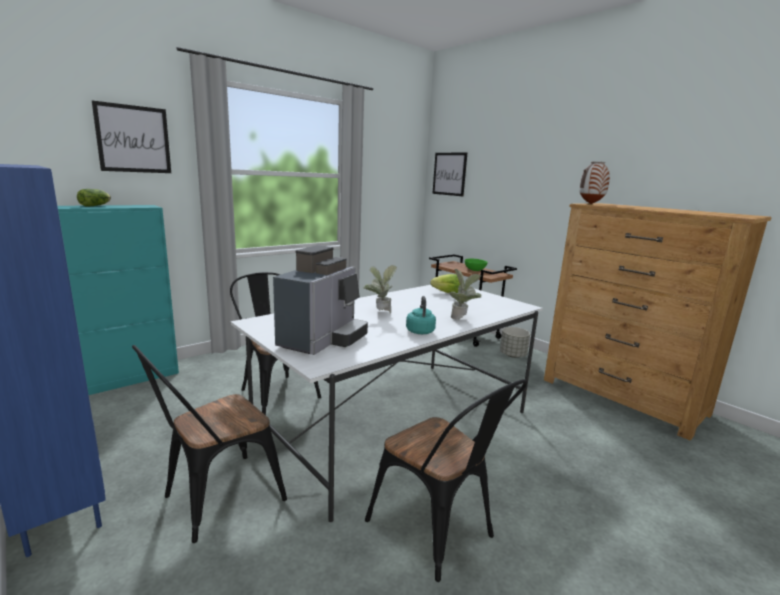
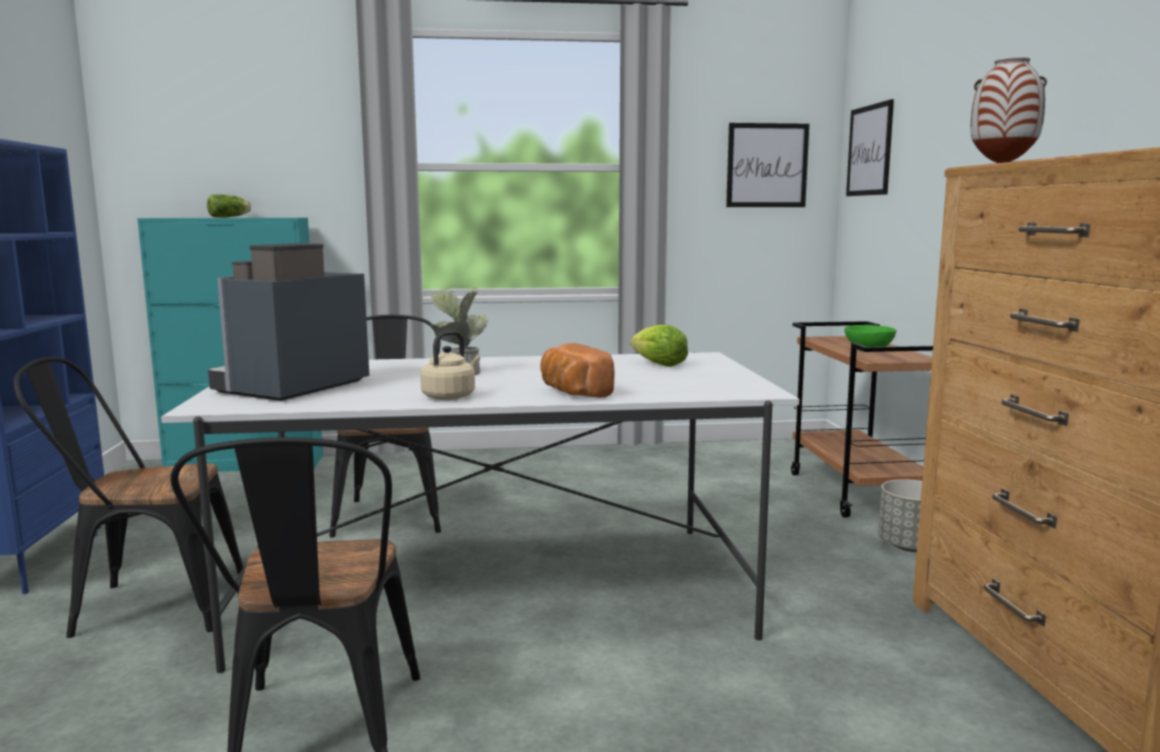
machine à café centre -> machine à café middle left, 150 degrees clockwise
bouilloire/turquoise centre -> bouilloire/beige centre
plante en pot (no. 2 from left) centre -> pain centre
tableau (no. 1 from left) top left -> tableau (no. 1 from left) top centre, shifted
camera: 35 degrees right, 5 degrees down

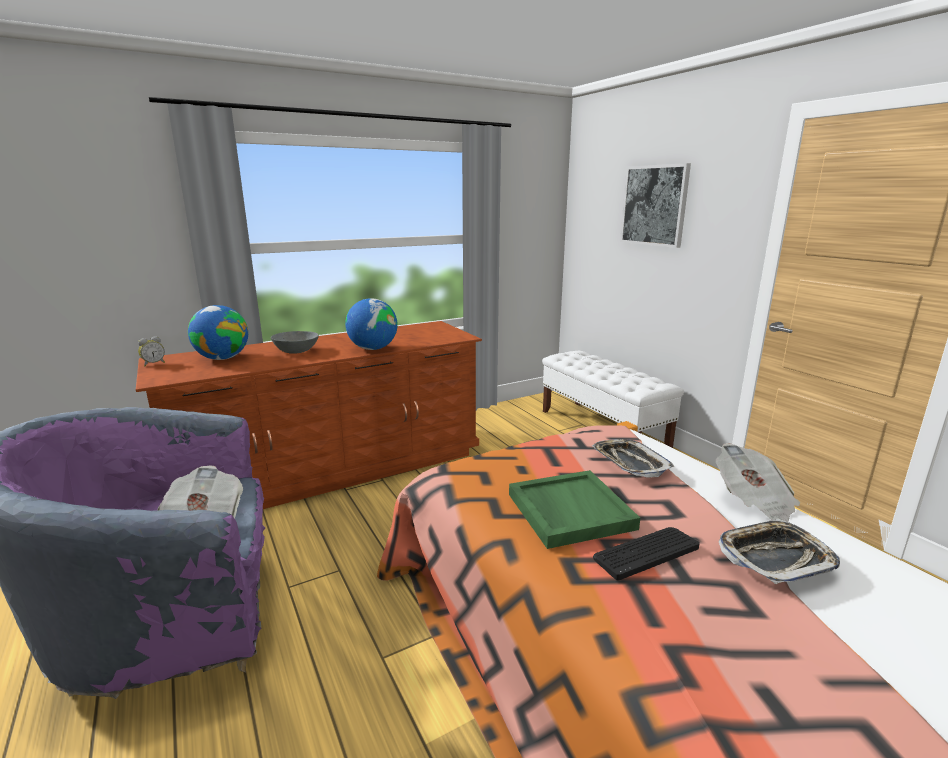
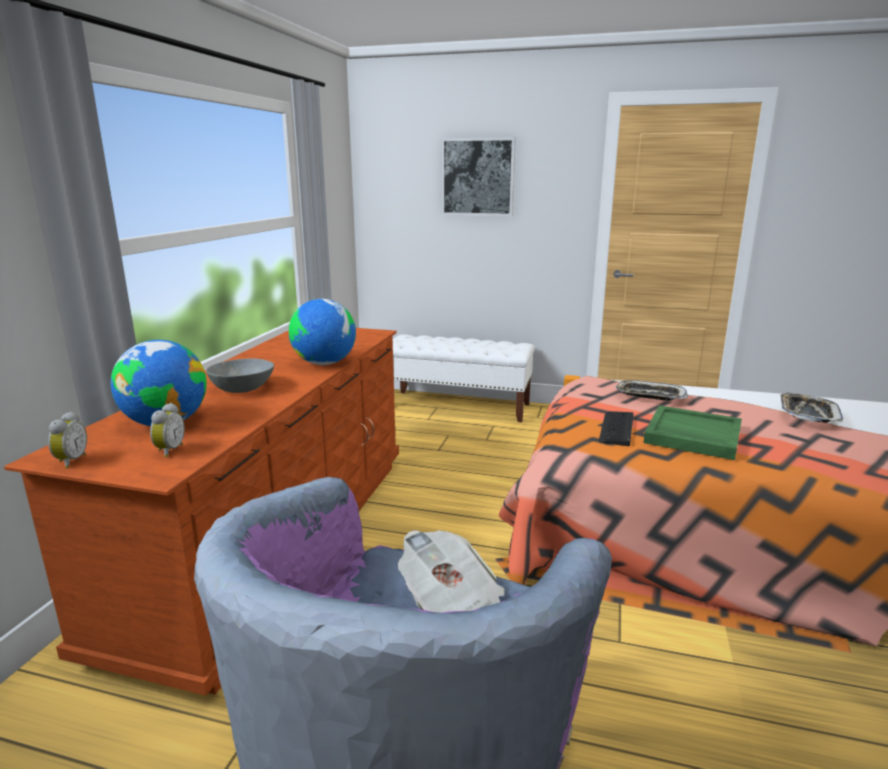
none -> réveil (no. 2 from left) middle left
clavier bottom right -> clavier middle right, shifted
journal (no. 2 from left) middle right -> none
camera: 45 degrees left, 0 degrees up

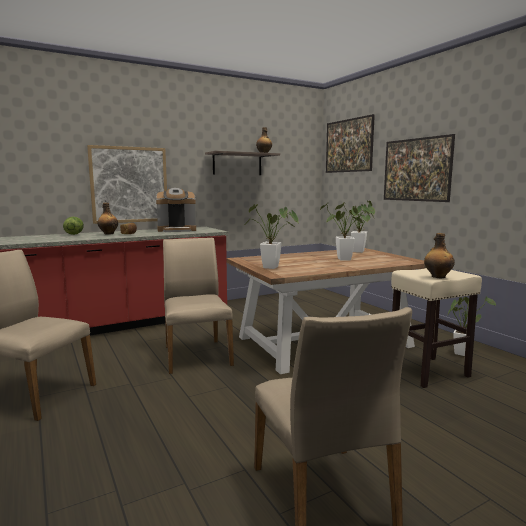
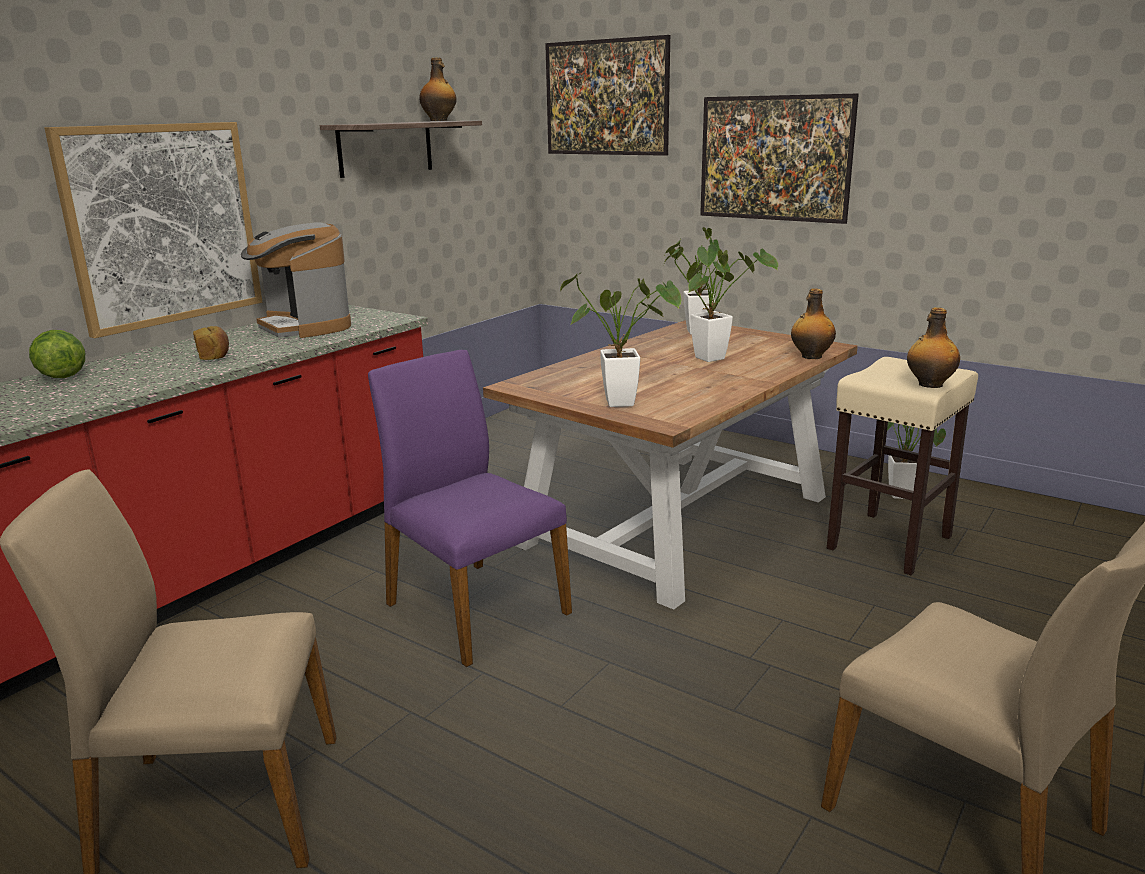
machine à café centre -> machine à café top left, 90 degrees clockwise
chaise/beige (no. 2 from left) centre -> chaise/violet centre
bouteille (no. 1 from left in the first image) middle left -> bouteille (no. 2 from left) middle right, shifted
camera: 25 degrees left, 10 degrees up

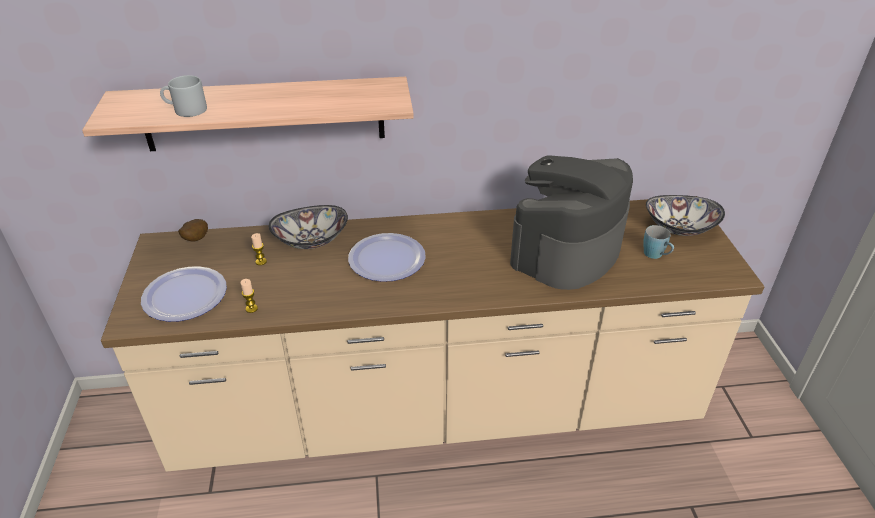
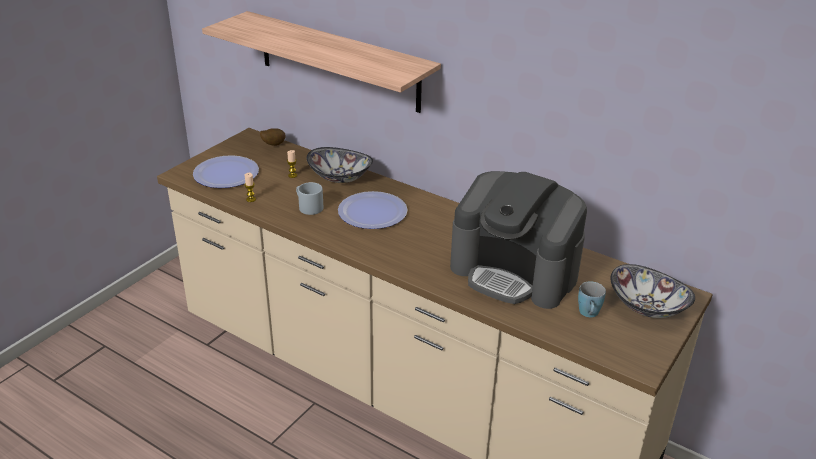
mug/gris top left -> mug/gris centre, shifted
machine à café centre, 135 degrees counterclockwise
camera: 40 degrees right, 5 degrees down

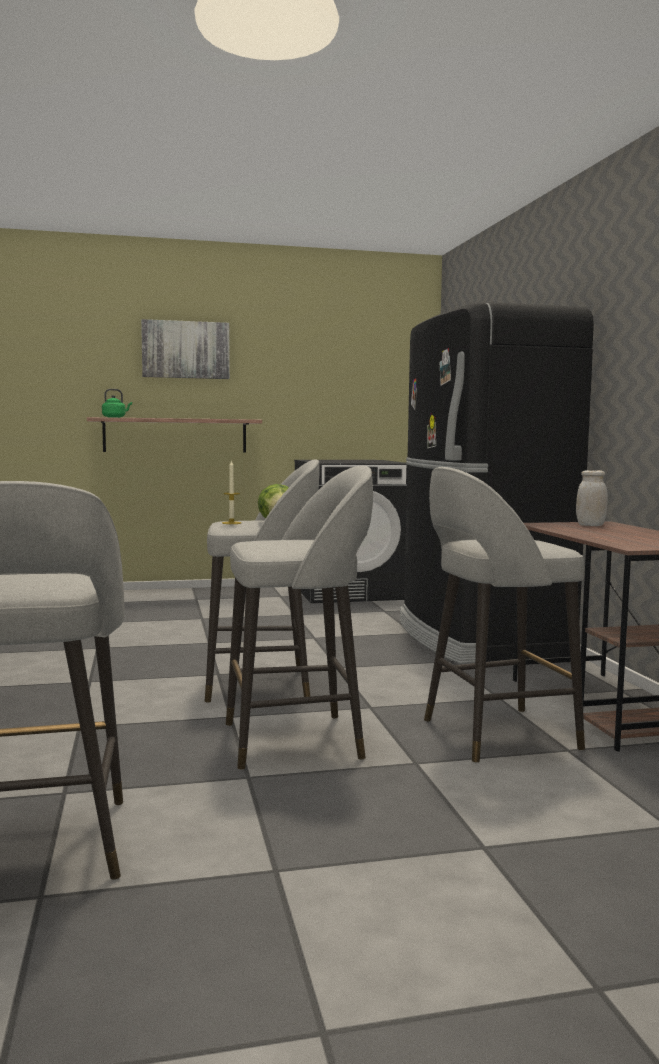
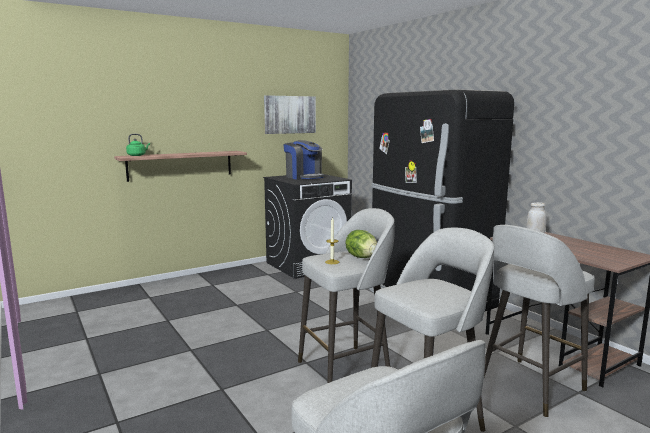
tableau top left -> tableau top centre, shifted
none -> machine à café centre
camera: 20 degrees left, 5 degrees up

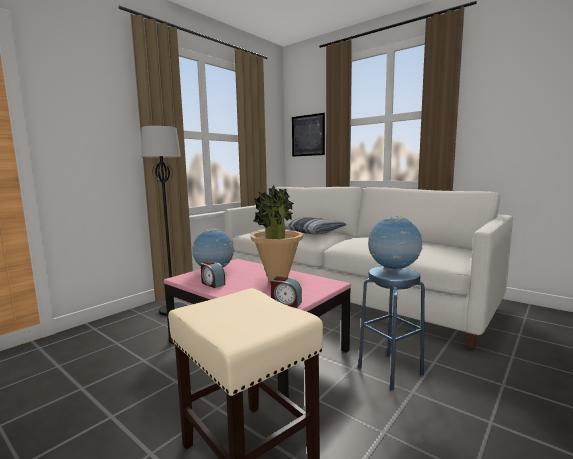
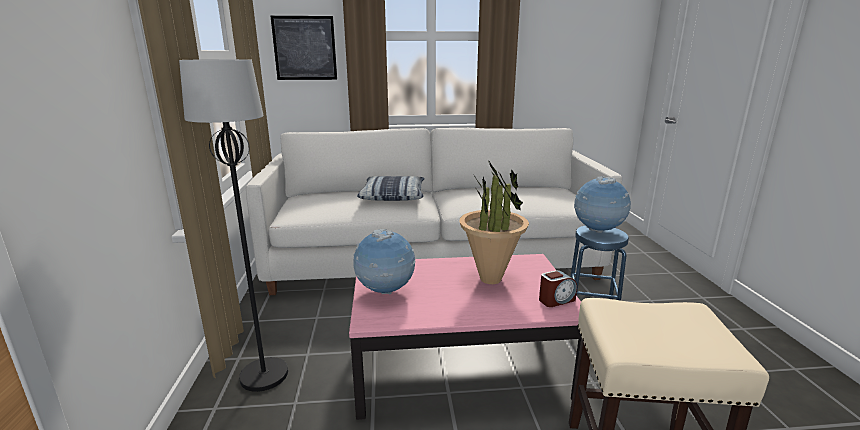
réveil (no. 1 from left) centre -> none
camera: 45 degrees left, 10 degrees up

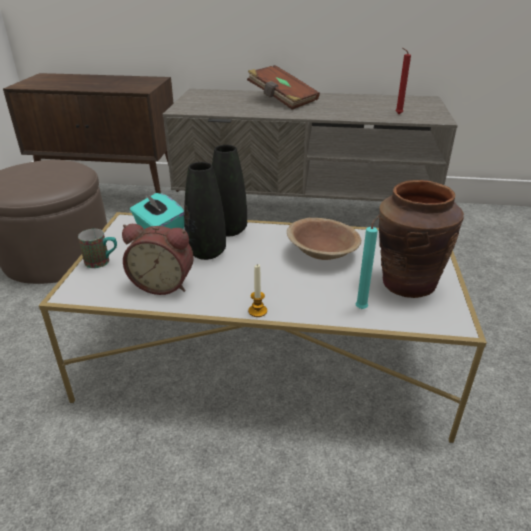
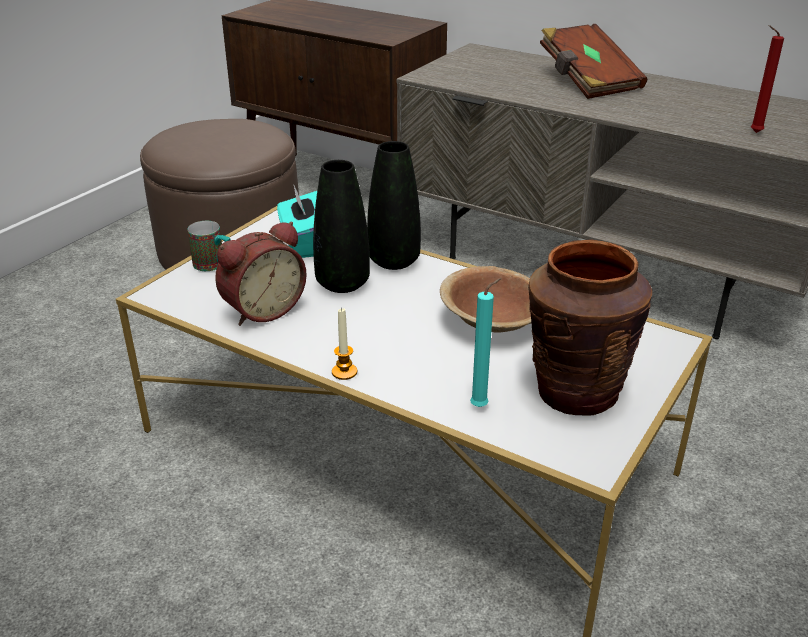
réveil middle left, 75 degrees counterclockwise
camera: 25 degrees right, 0 degrees up

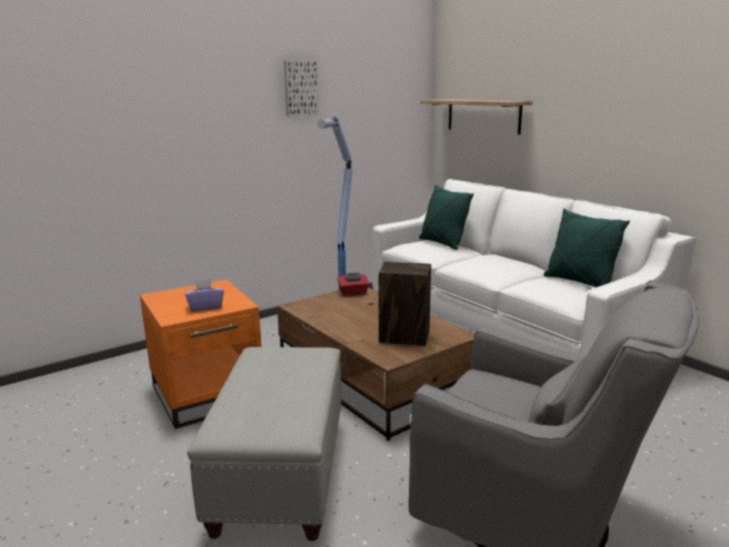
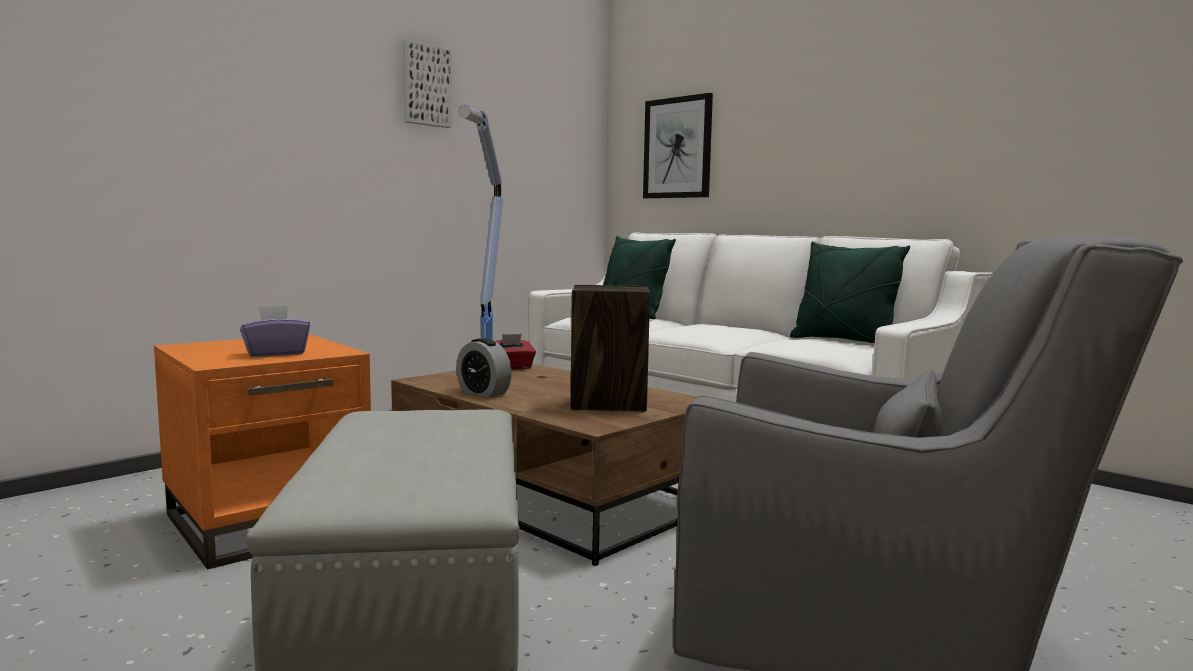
none -> réveil centre
étagère top centre -> tableau (no. 2 from left) top centre
camera: 10 degrees left, 10 degrees down

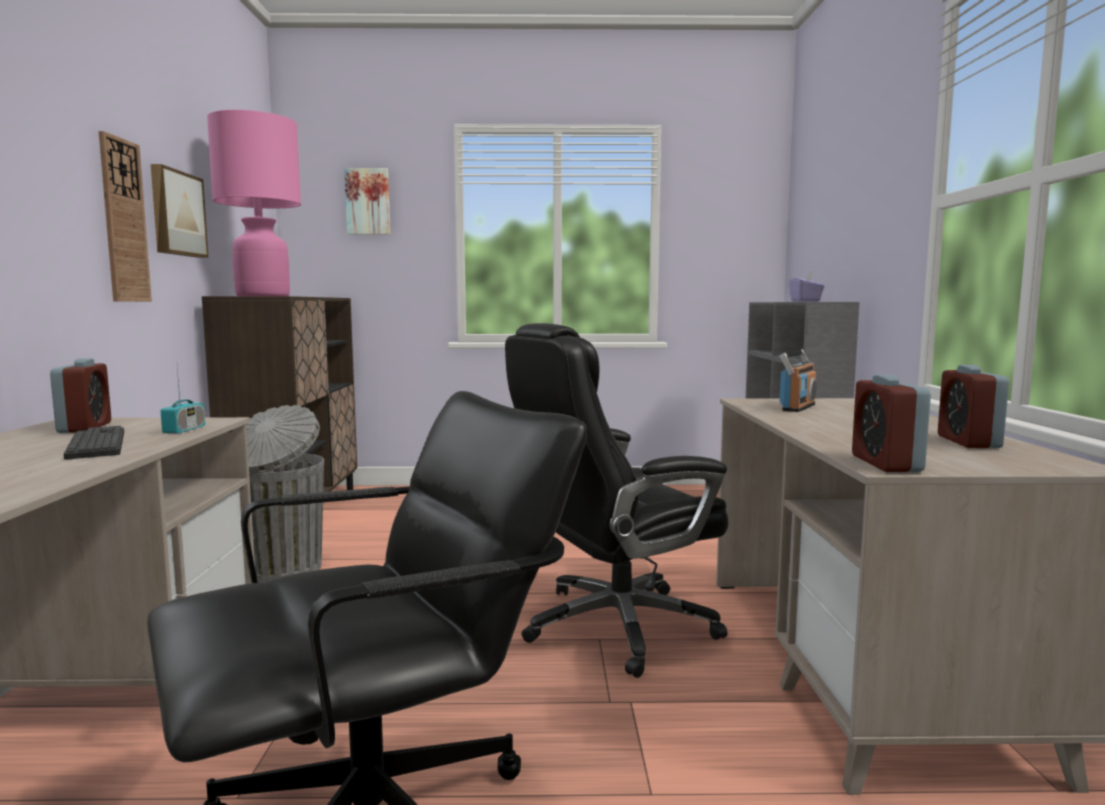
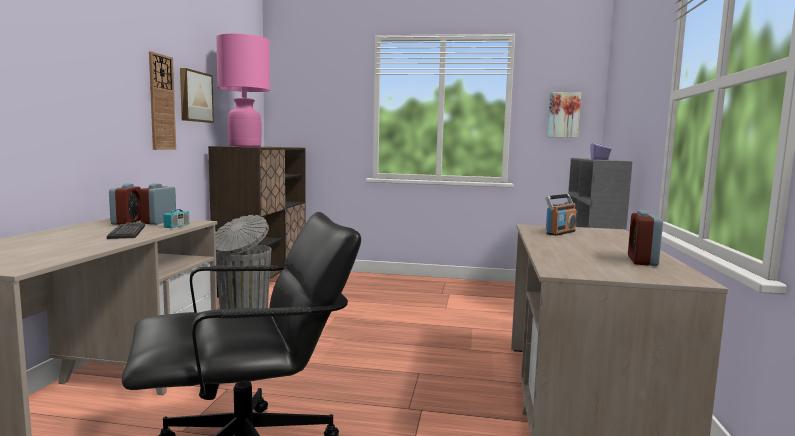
réveil (no. 2 from left) middle right -> réveil (no. 2 from left) middle left, shifted
tableau (no. 2 from left) top left -> tableau (no. 2 from left) top right, shifted
chaise de bureau/noir (no. 2 from left) centre -> none
camera: 10 degrees right, 0 degrees up

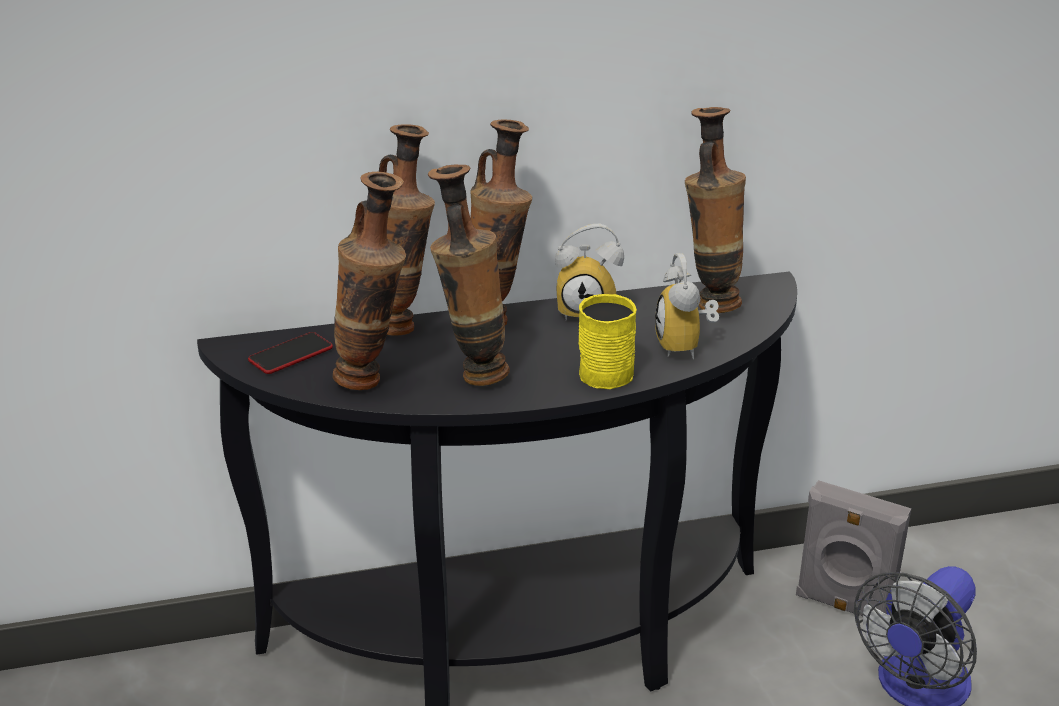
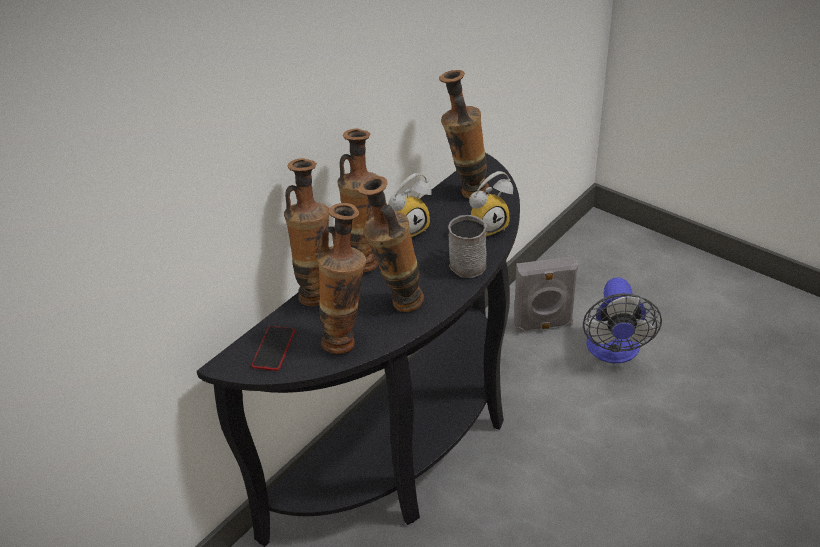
mug/jaune centre -> mug/gris centre
réveil (no. 2 from left) centre, 75 degrees counterclockwise
camera: 35 degrees left, 10 degrees up

